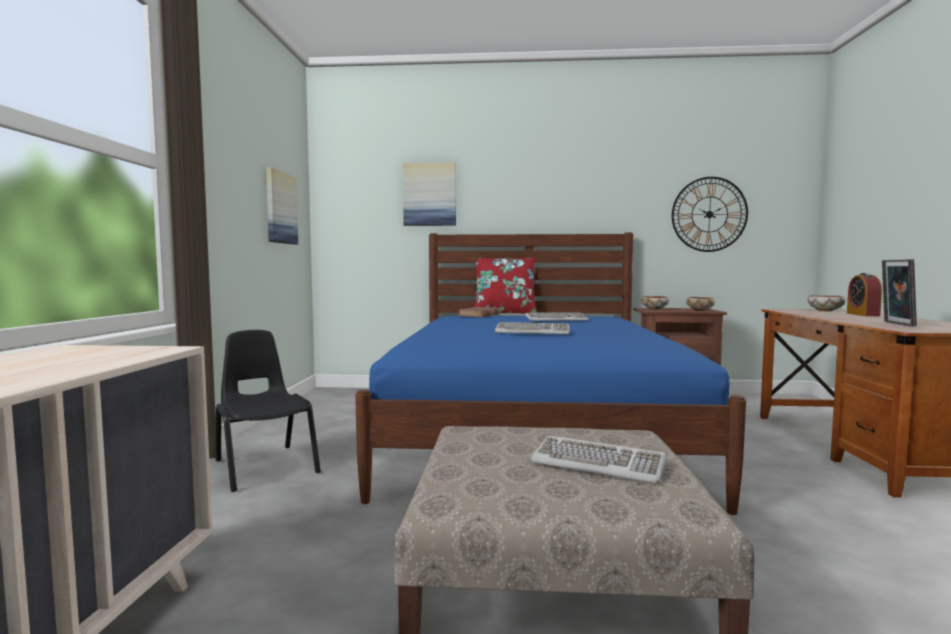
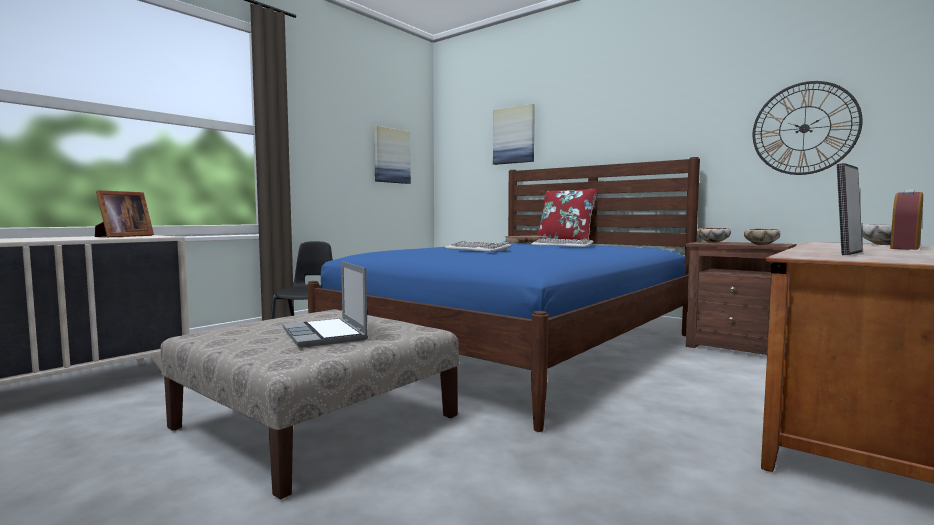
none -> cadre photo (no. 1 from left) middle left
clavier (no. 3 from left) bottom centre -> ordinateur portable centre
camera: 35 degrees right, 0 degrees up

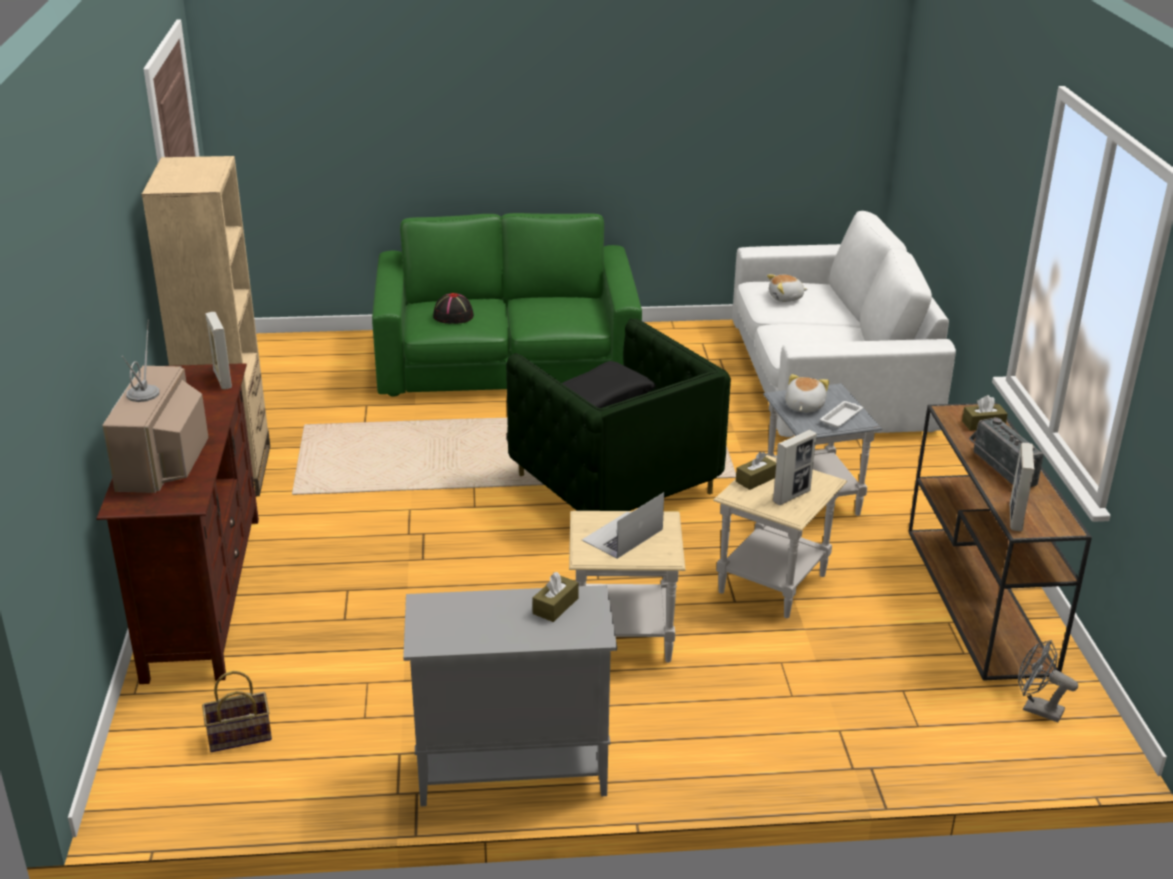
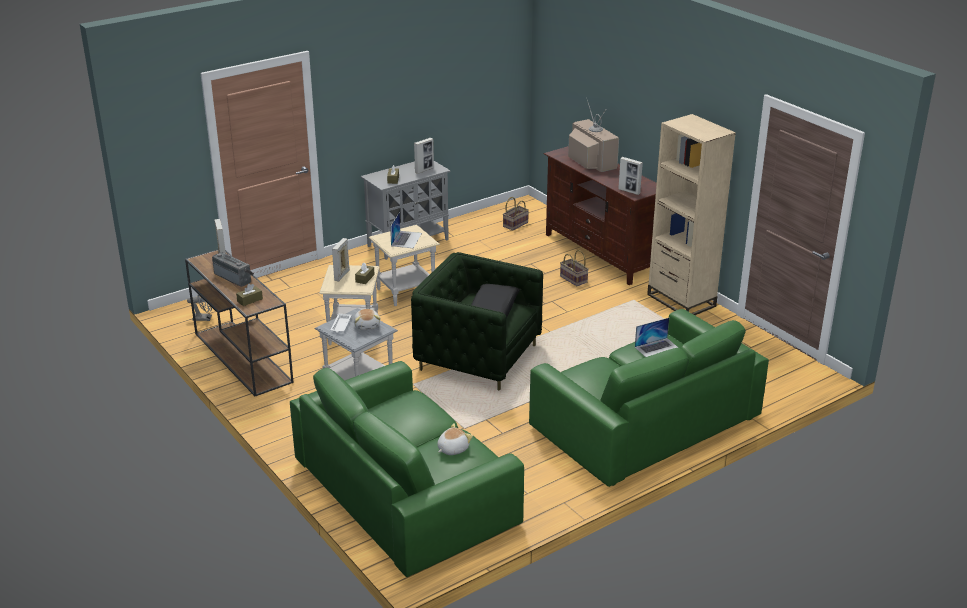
canapé/blanc middle right -> canapé/vert (no. 1 from left) bottom centre
none -> cadre photo (no. 3 from left) top centre
none -> panier (no. 2 from left) centre
chapeau/noir centre -> ordinateur portable (no. 2 from left) middle right
camera: 150 degrees right, 0 degrees up

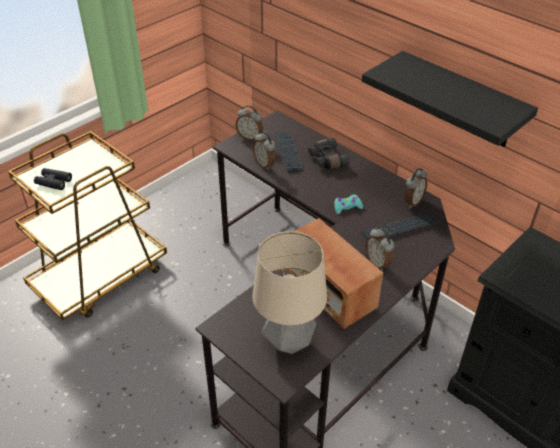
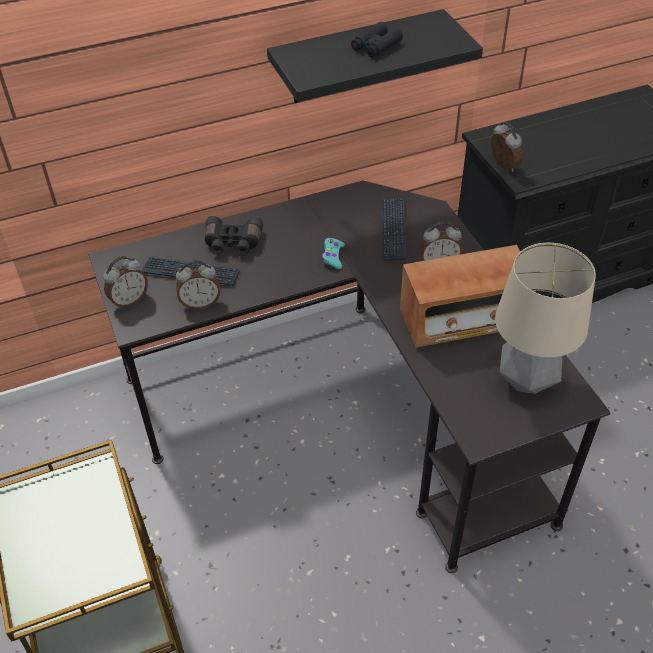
jumelles/noir (no. 1 from left in the first image) middle left -> jumelles/noir (no. 2 from left) top centre, shifted
réveil (no. 4 from left) middle right -> réveil (no. 4 from left) top right, shifted
camera: 65 degrees left, 5 degrees up

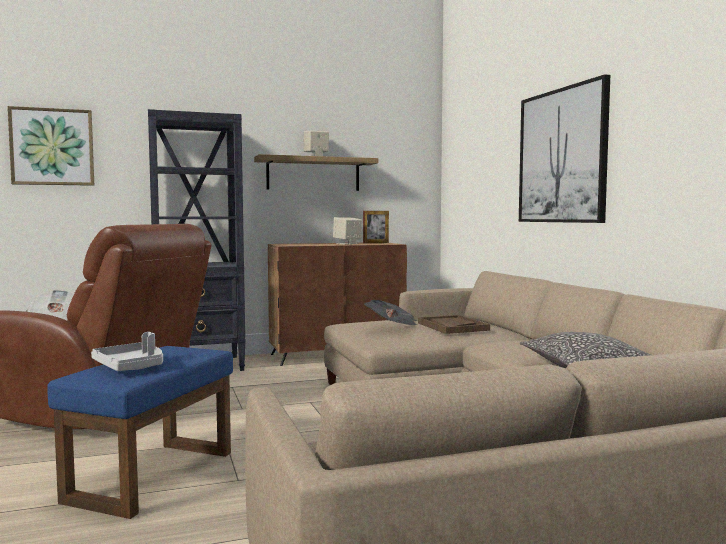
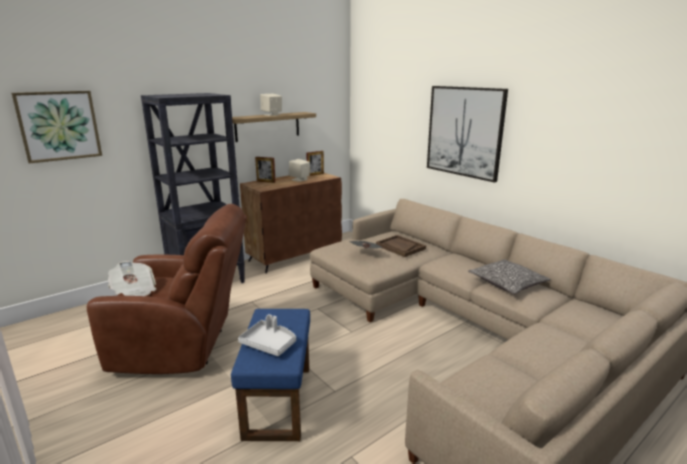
none -> cadre photo (no. 1 from left) centre
camera: 20 degrees left, 15 degrees up

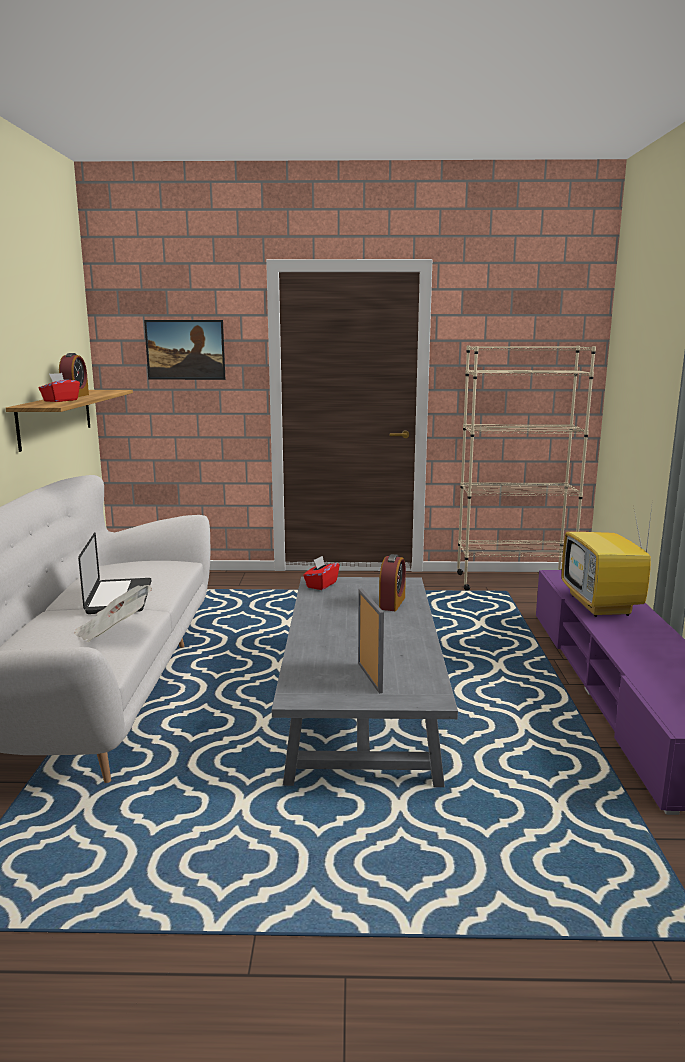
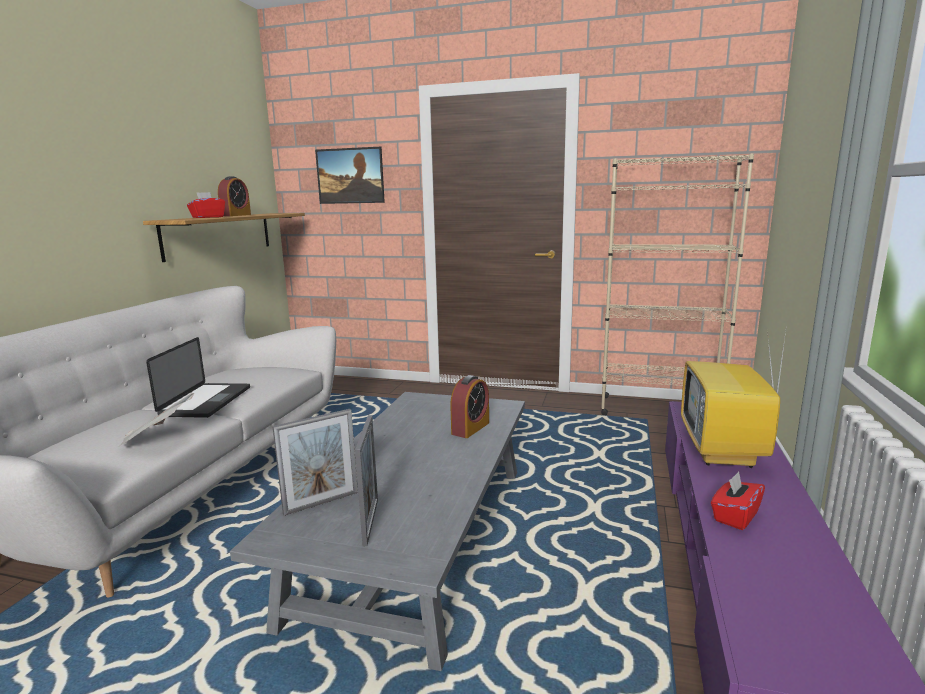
none -> cadre photo (no. 1 from left) centre
boîte à mouchoirs/rouge (no. 2 from left) centre -> boîte à mouchoirs/rouge (no. 2 from left) bottom right, shifted
camera: 15 degrees right, 0 degrees up

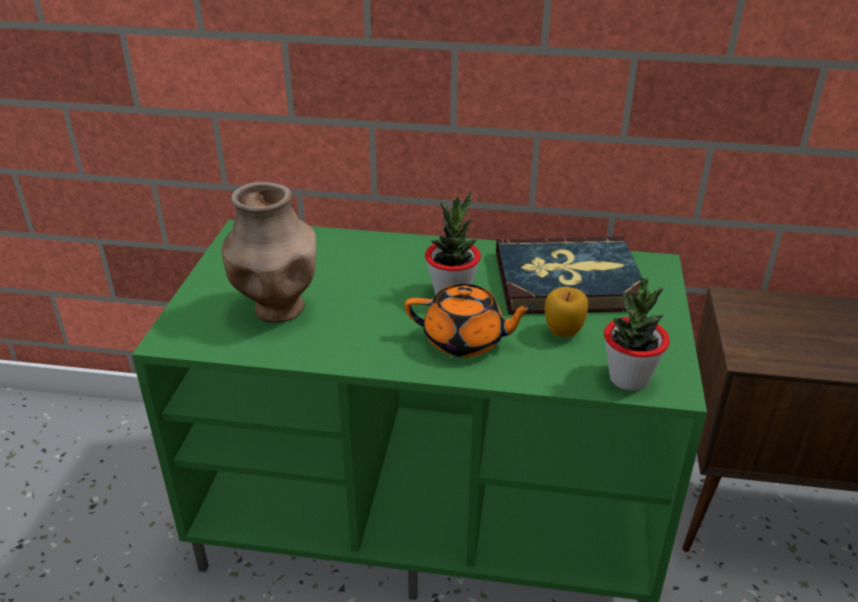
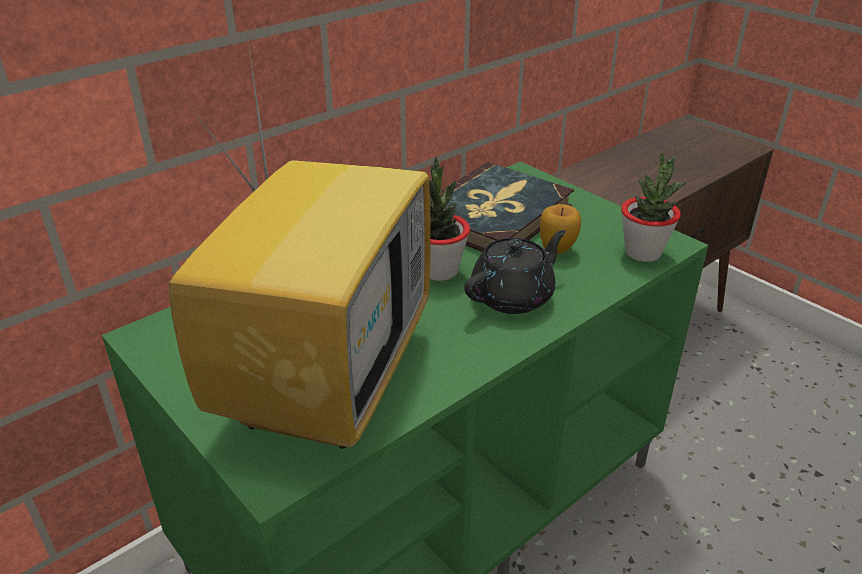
vase/marron middle left -> téléviseur centre
théière/orange centre -> théière/noir centre
camera: 50 degrees left, 0 degrees up

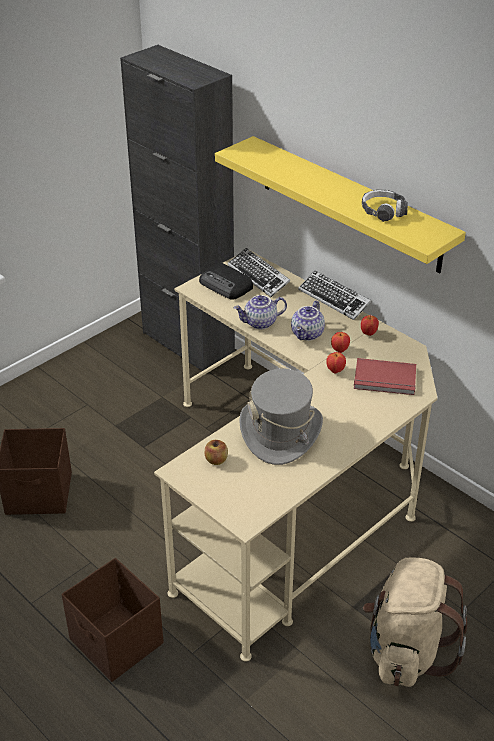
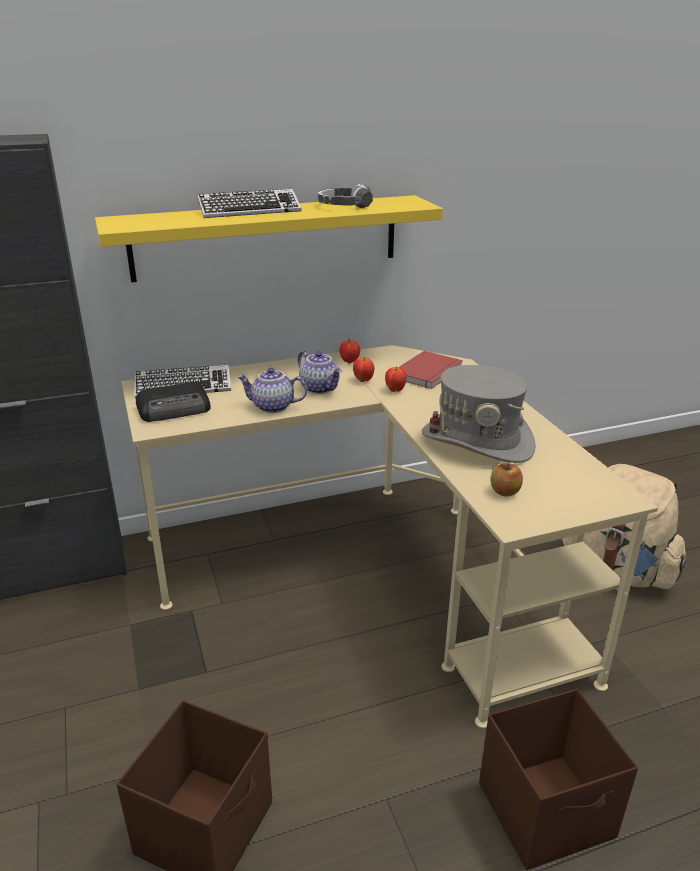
clavier (no. 2 from left) middle right -> clavier (no. 2 from left) top centre, shifted
théière (no. 1 from left) centre, 90 degrees clockwise
camera: 65 degrees left, 10 degrees down

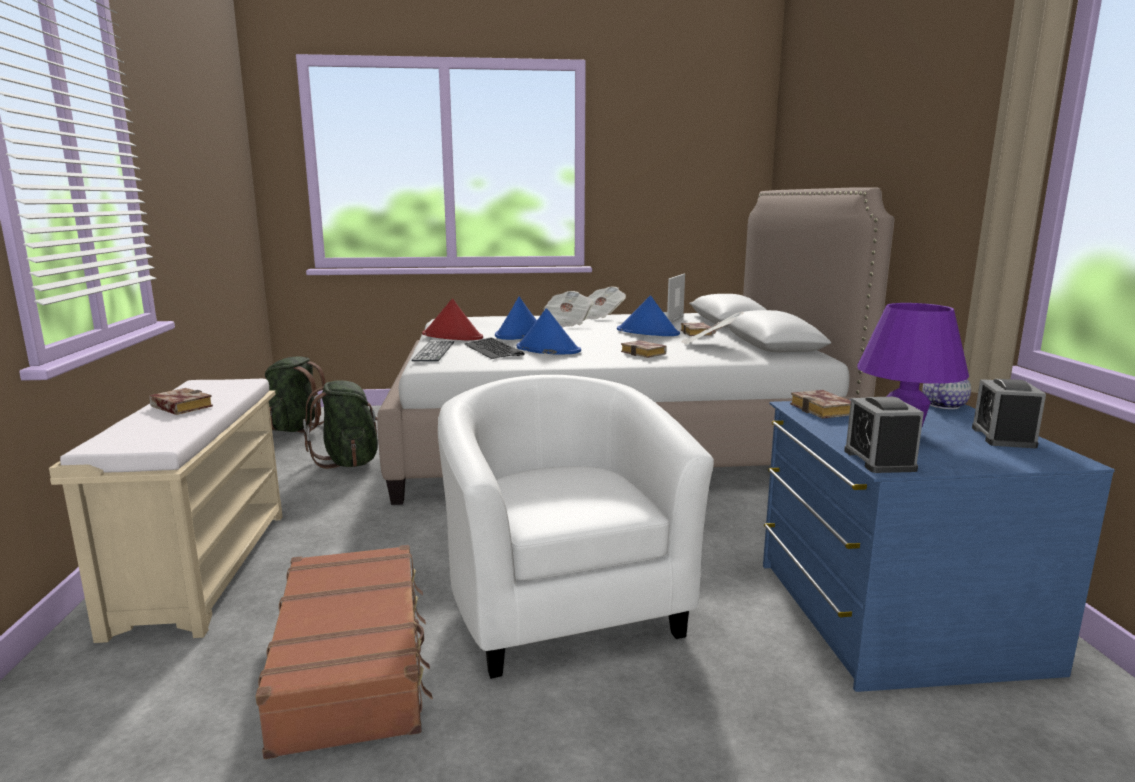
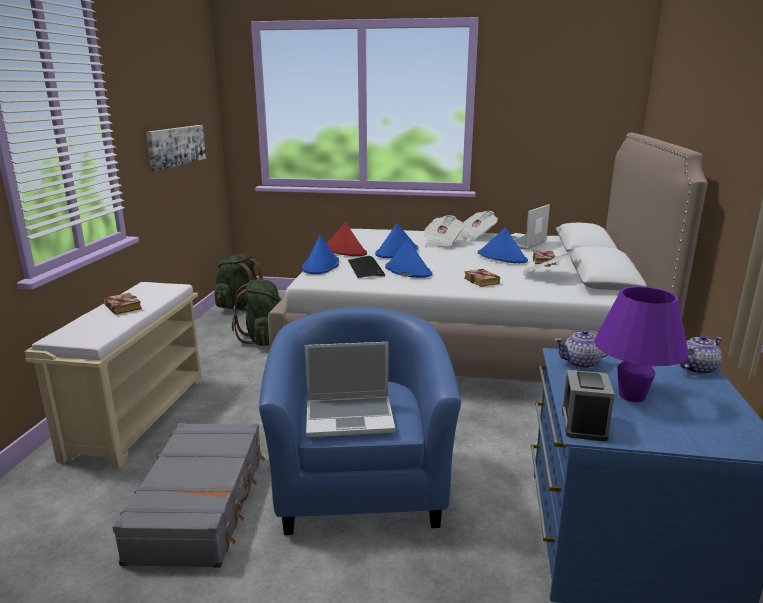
valise/marron bottom left -> valise/gris bottom left
none -> tableau top left
fauteuil/blanc bottom centre -> fauteuil/bleu bottom centre
clavier (no. 1 from left) centre -> chapeau/bleu (no. 1 from left) centre
none -> ordinateur portable (no. 1 from left) centre
livre (no. 4 from left) middle right -> théière (no. 1 from left) middle right
réveil (no. 2 from left) middle right -> none
camera: 15 degrees right, 5 degrees up

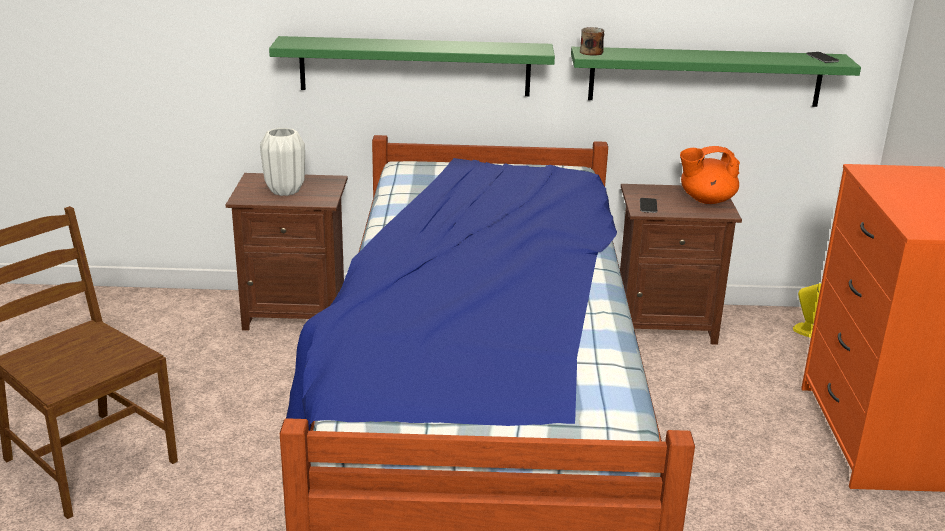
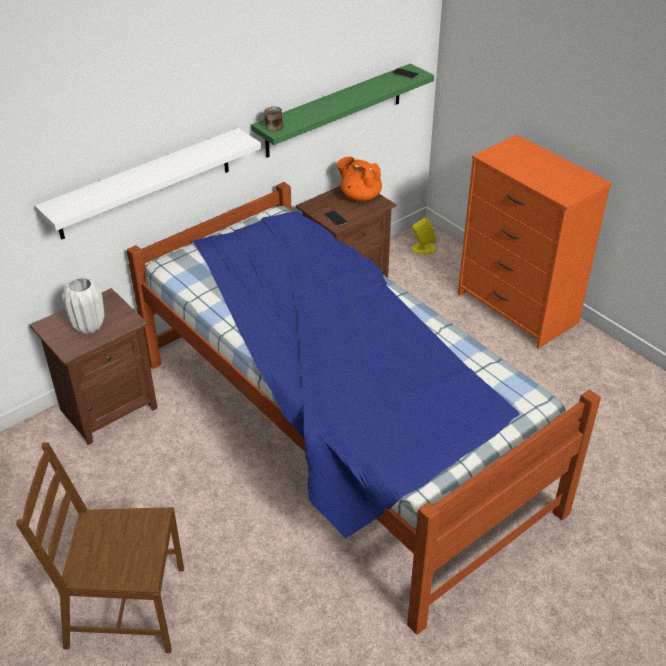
étagère/vert (no. 1 from left) top centre -> étagère/blanc top left
théière/orange top right -> théière/orange top centre, 75 degrees clockwise
camera: 40 degrees left, 15 degrees up

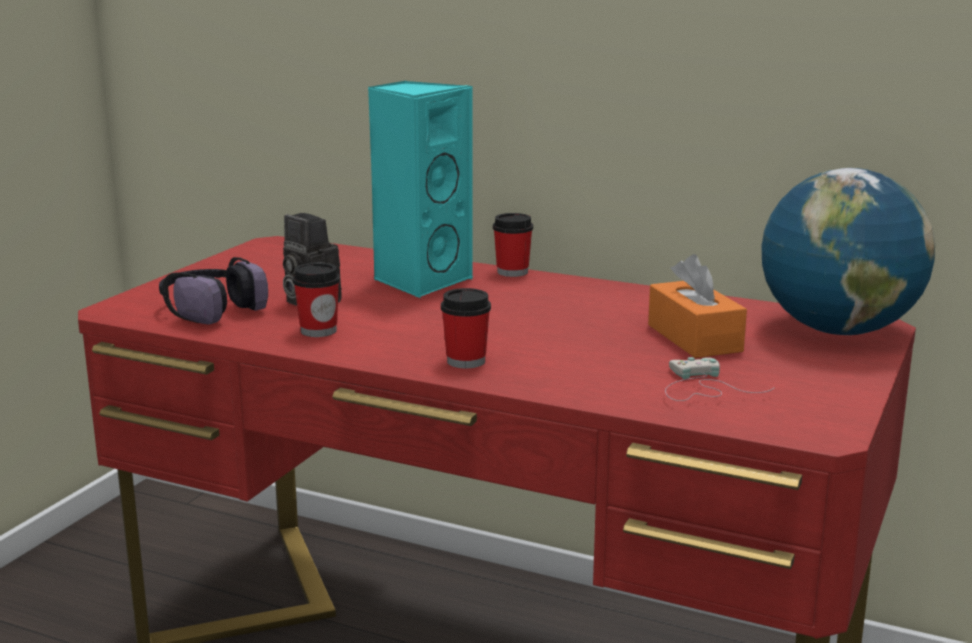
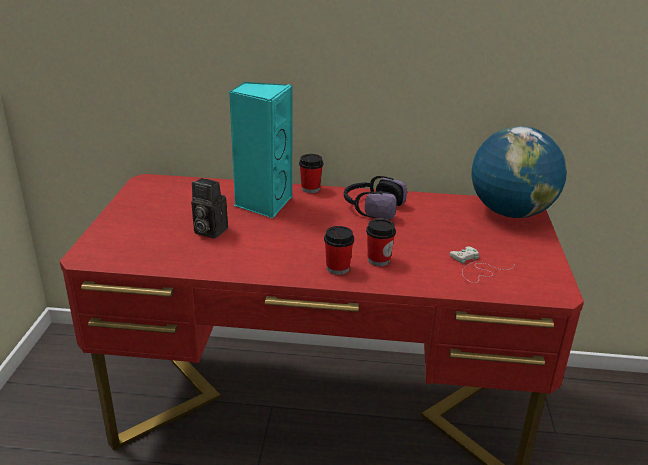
casque audio middle left -> casque audio centre, shifted
tasse (no. 1 from left in the first image) middle left -> tasse (no. 3 from left) centre, shifted
boîte à mouchoirs/orange middle right -> none
camera: 20 degrees left, 10 degrees up

